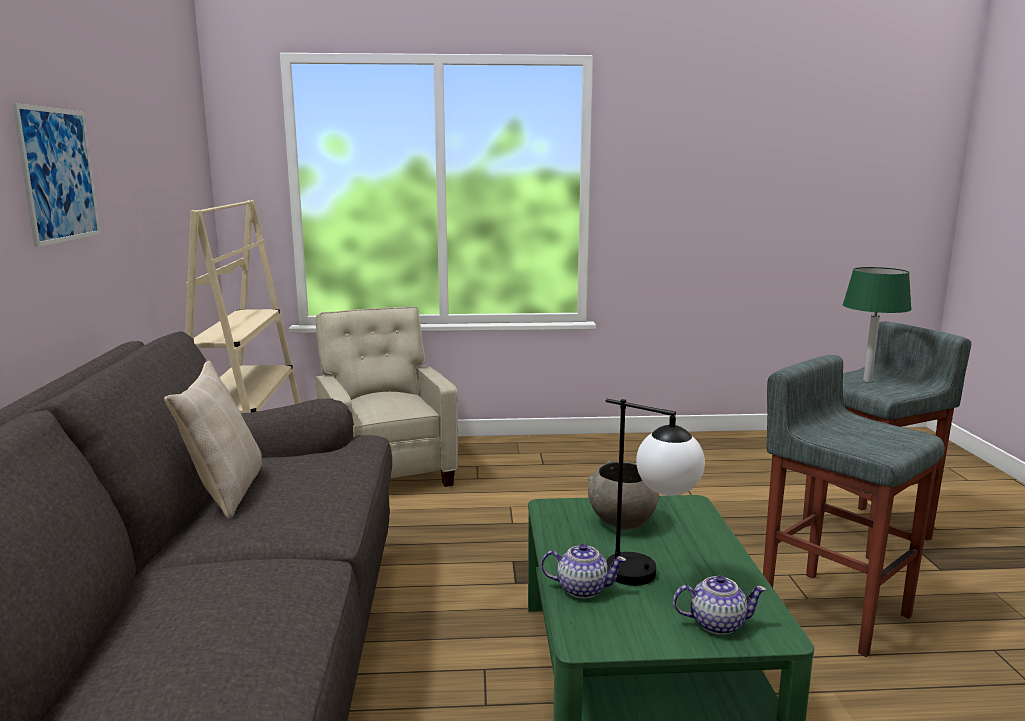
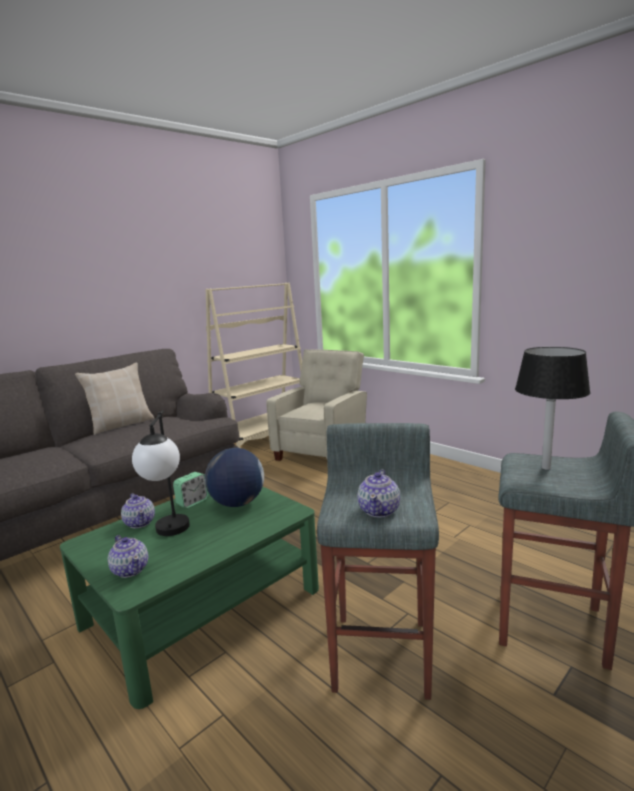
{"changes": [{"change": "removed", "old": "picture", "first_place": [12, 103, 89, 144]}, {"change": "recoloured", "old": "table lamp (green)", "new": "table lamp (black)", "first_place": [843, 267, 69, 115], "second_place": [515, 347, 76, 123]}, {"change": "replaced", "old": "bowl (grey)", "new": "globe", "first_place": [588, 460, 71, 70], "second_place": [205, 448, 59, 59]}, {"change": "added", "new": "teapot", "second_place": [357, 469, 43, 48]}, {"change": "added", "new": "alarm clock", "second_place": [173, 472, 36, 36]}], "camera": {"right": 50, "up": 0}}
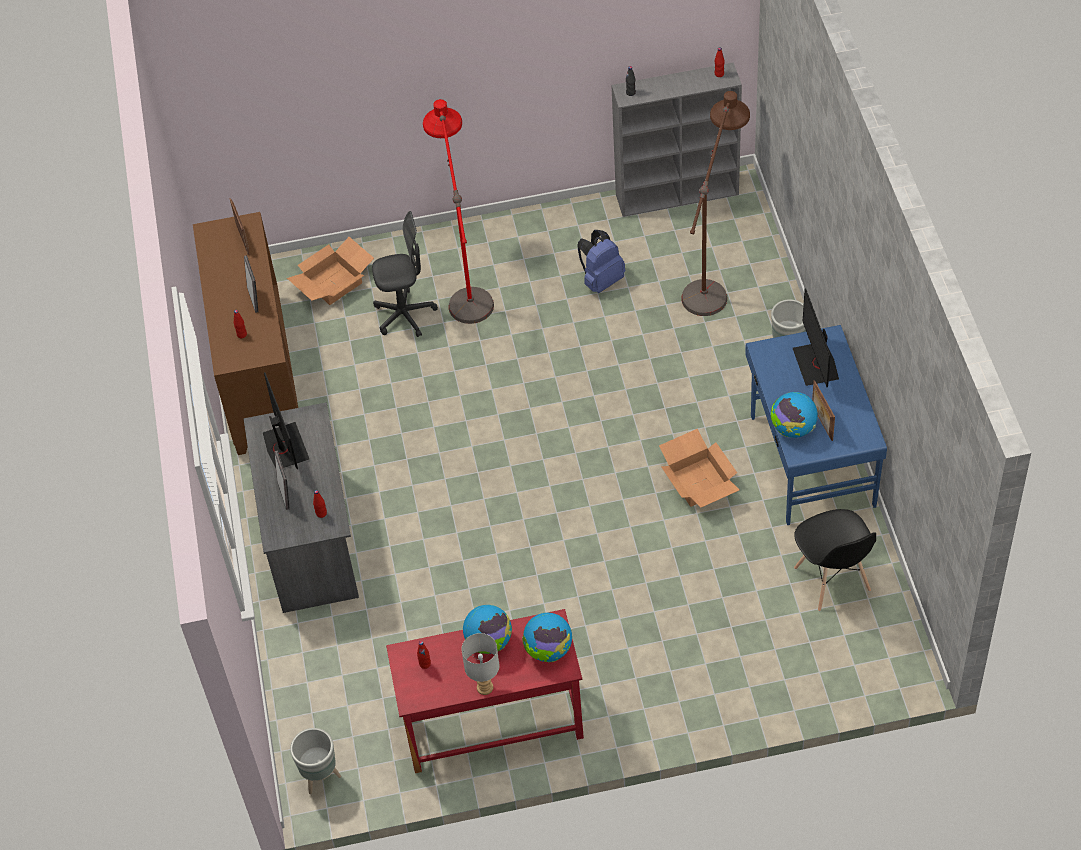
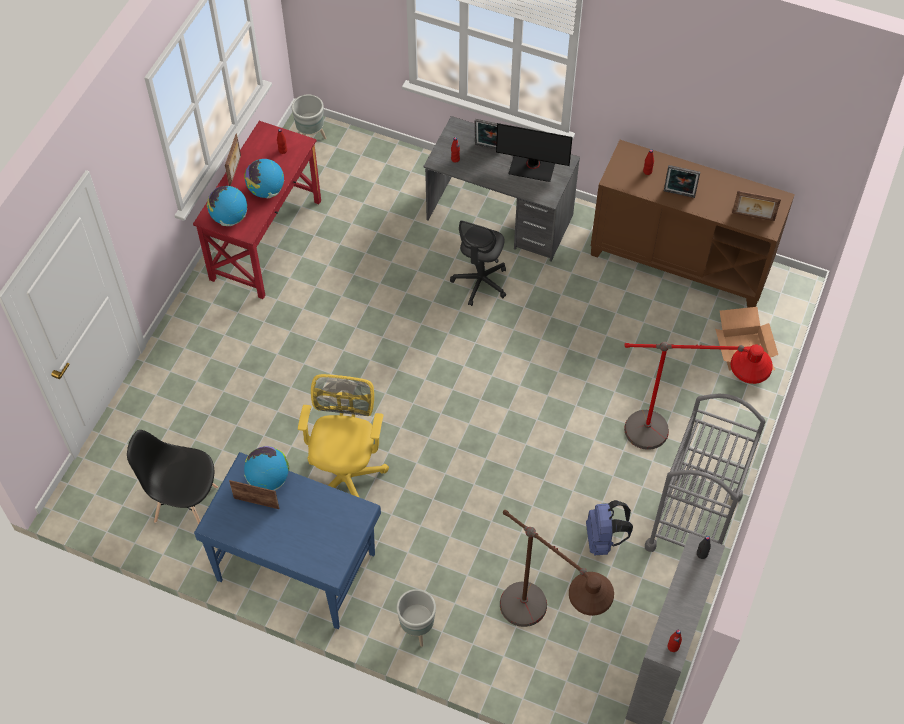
{"changes": [{"change": "moved", "old": "office chair (grey)", "first_place": [372, 211, 66, 126], "second_place": [450, 220, 56, 86]}, {"change": "removed", "old": "monitor", "first_place": [793, 289, 46, 98]}, {"change": "replaced", "old": "cardboard box", "new": "office chair (yellow)", "first_place": [659, 429, 81, 79], "second_place": [298, 374, 91, 124]}, {"change": "replaced", "old": "table lamp (grey)", "new": "picture frame", "first_place": [461, 633, 38, 62], "second_place": [225, 133, 16, 53]}, {"change": "added", "new": "cart (grey)", "second_place": [645, 393, 120, 159]}], "camera": {"right": 120, "up": 5}}
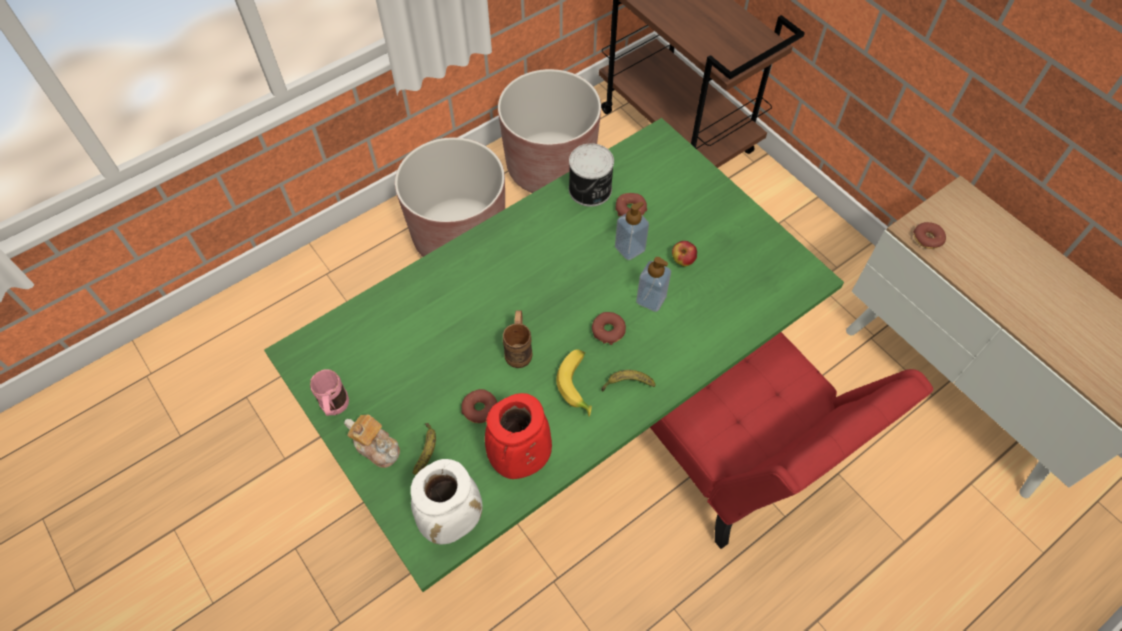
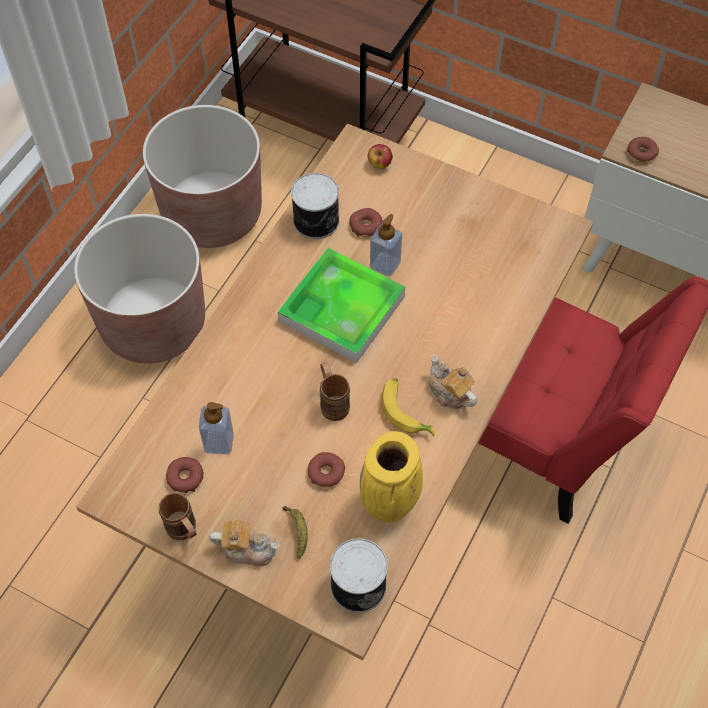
{"changes": [{"change": "recoloured", "old": "dining table (green)", "new": "dining table (brown)", "first_place": [264, 118, 580, 474], "second_place": [76, 123, 518, 538]}, {"change": "moved", "old": "apple", "first_place": [672, 241, 25, 26], "second_place": [368, 144, 25, 25]}, {"change": "moved", "old": "soap dispenser", "first_place": [636, 257, 35, 55], "second_place": [199, 402, 35, 53]}, {"change": "moved", "old": "donut", "first_place": [592, 312, 34, 33], "second_place": [166, 457, 38, 36]}, {"change": "recoloured", "old": "mug (pink)", "new": "mug (brown)", "first_place": [310, 369, 39, 47], "second_place": [159, 493, 38, 47]}, {"change": "replaced", "old": "banana", "new": "teapot", "first_place": [601, 370, 54, 21], "second_place": [429, 355, 48, 54]}, {"change": "recoloured", "old": "vase (red)", "new": "vase (yellow)", "first_place": [485, 393, 67, 86], "second_place": [360, 431, 63, 91]}, {"change": "replaced", "old": "vase (white)", "new": "can", "first_place": [410, 459, 73, 86], "second_place": [330, 538, 58, 75]}, {"change": "added", "new": "tray", "second_place": [278, 248, 127, 115]}], "camera": {"right": -25, "up": 0}}
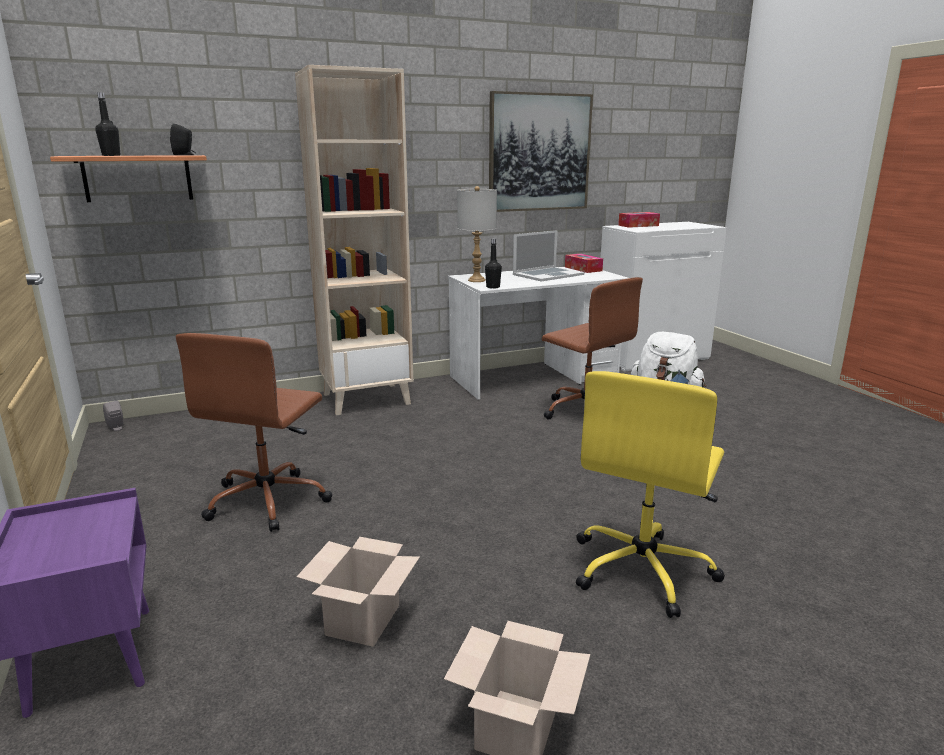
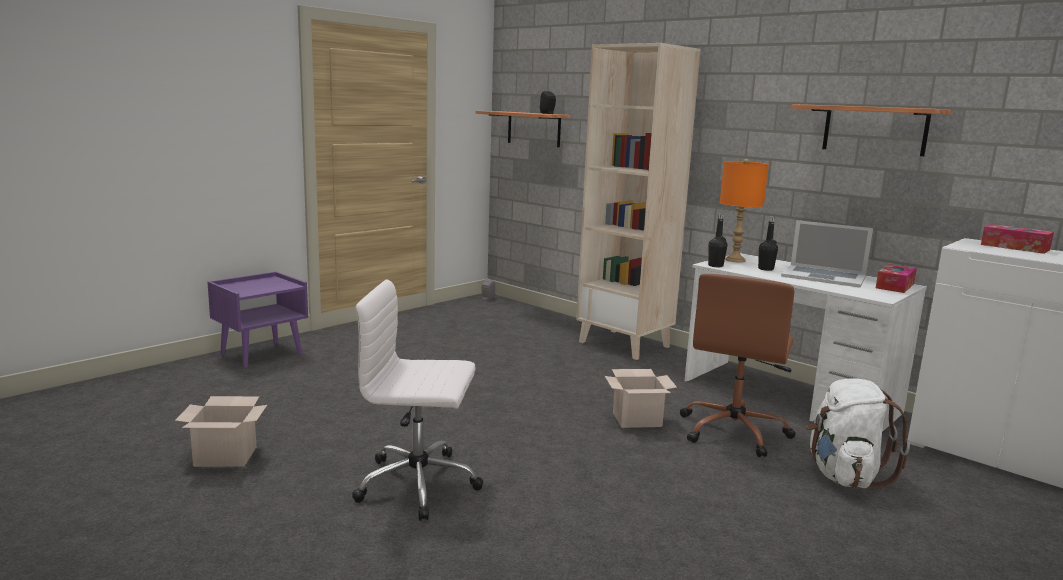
{"changes": [{"change": "replaced", "old": "picture", "new": "shelf", "first_place": [489, 91, 104, 121], "second_place": [792, 104, 159, 52]}, {"change": "moved", "old": "bottle (black)", "first_place": [95, 92, 25, 64], "second_place": [758, 216, 20, 55]}, {"change": "recoloured", "old": "table lamp (grey)", "new": "table lamp (orange)", "first_place": [457, 186, 40, 96], "second_place": [720, 159, 49, 104]}, {"change": "removed", "old": "office chair (brown)", "first_place": [176, 333, 157, 199]}, {"change": "recoloured", "old": "office chair (yellow)", "new": "office chair (white)", "first_place": [576, 371, 149, 247], "second_place": [352, 279, 132, 242]}, {"change": "moved", "old": "cardboard box", "first_place": [297, 537, 123, 110], "second_place": [605, 369, 72, 59]}], "camera": {"right": 65, "up": -5}}
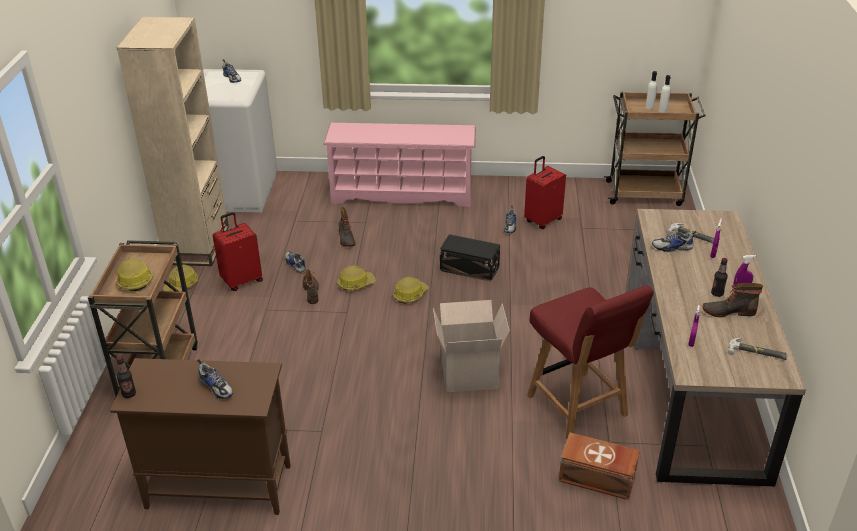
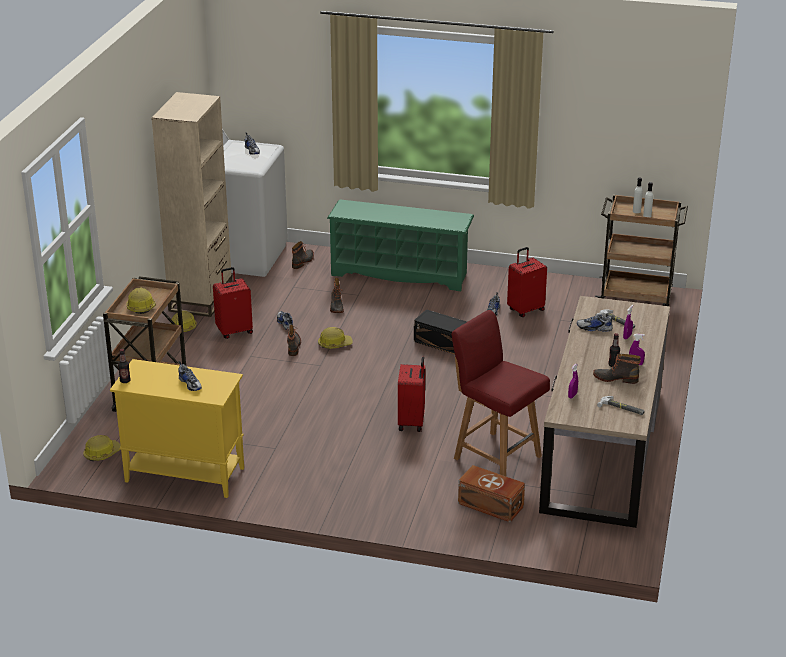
{"changes": [{"change": "recoloured", "old": "shoe rack (pink)", "new": "shoe rack (green)", "first_place": [323, 123, 153, 84], "second_place": [327, 199, 147, 92]}, {"change": "moved", "old": "hard hat", "first_place": [393, 277, 35, 27], "second_place": [83, 435, 38, 26]}, {"change": "turned", "old": "chair (red)", "first_place": [527, 285, 127, 154], "second_place": [451, 310, 99, 166], "degrees": 150}, {"change": "replaced", "old": "cardboard box", "new": "suitcase (red)", "first_place": [433, 300, 77, 92], "second_place": [398, 357, 27, 75]}, {"change": "recoloured", "old": "cabinet (brown)", "new": "cabinet (yellow)", "first_place": [110, 358, 181, 157], "second_place": [110, 359, 134, 139]}, {"change": "added", "new": "boot", "second_place": [292, 241, 22, 28]}], "camera": {"right": 10, "up": -5}}
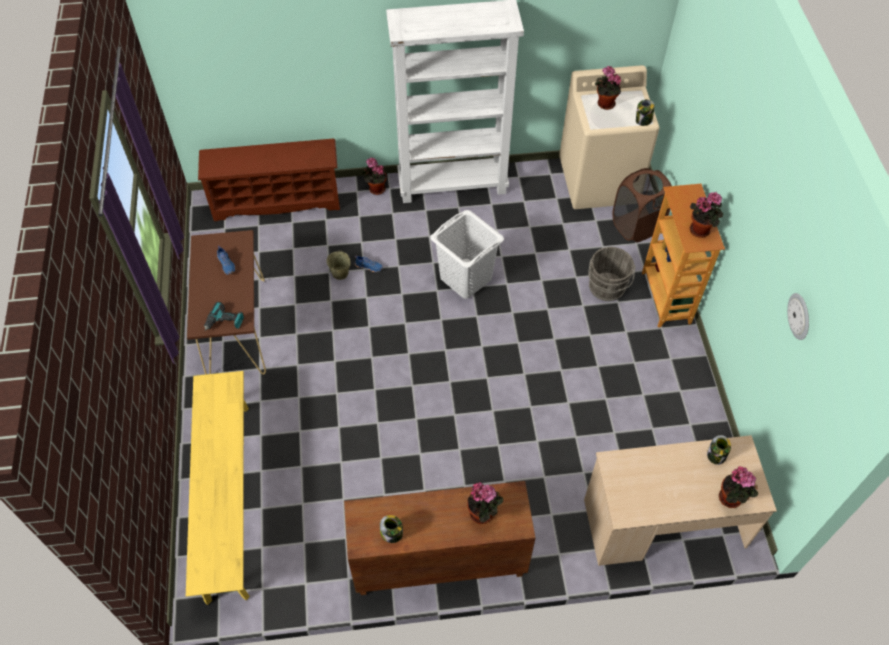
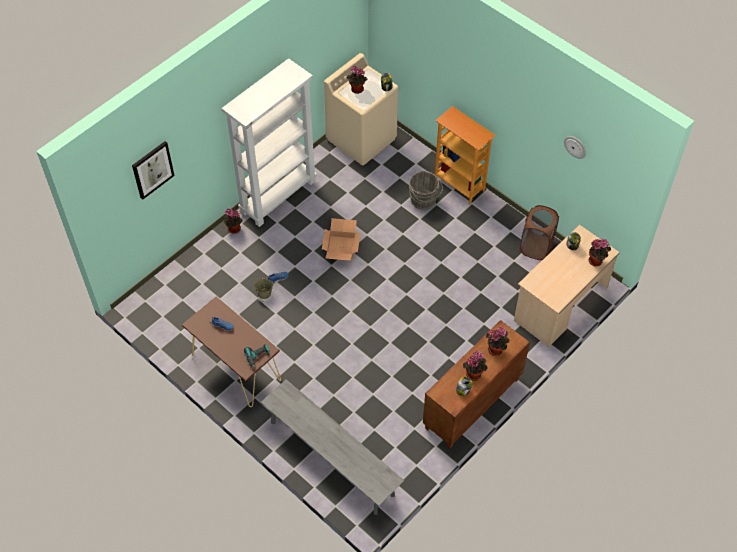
{"changes": [{"change": "removed", "old": "shoe rack (brown)", "first_place": [198, 139, 142, 82]}, {"change": "moved", "old": "laundry basket (brown)", "first_place": [613, 168, 59, 74], "second_place": [520, 205, 39, 55]}, {"change": "moved", "old": "potted plant", "first_place": [690, 192, 33, 46], "second_place": [463, 351, 25, 30]}, {"change": "replaced", "old": "laundry basket (white)", "new": "cardboard box", "first_place": [430, 210, 74, 89], "second_place": [322, 218, 39, 43]}, {"change": "recoloured", "old": "bench (yellow)", "new": "bench (grey)", "first_place": [186, 371, 64, 234], "second_place": [261, 379, 143, 136]}, {"change": "added", "new": "picture", "second_place": [132, 141, 43, 59]}], "camera": {"right": -40, "up": 0}}
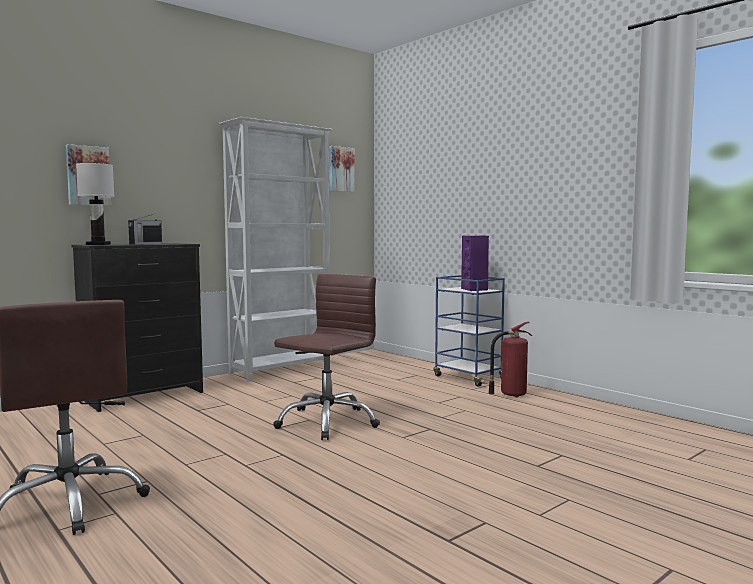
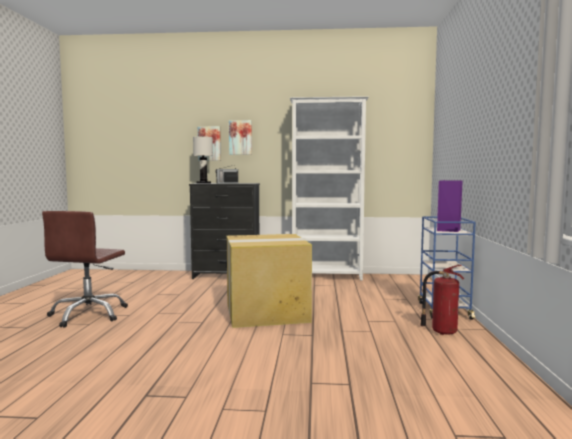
{"changes": [{"change": "moved", "old": "picture", "first_place": [329, 146, 26, 46], "second_place": [229, 120, 23, 35]}, {"change": "replaced", "old": "office chair (brown)", "new": "cardboard box", "first_place": [273, 274, 107, 166], "second_place": [227, 234, 85, 94]}], "camera": {"right": 45, "up": 0}}
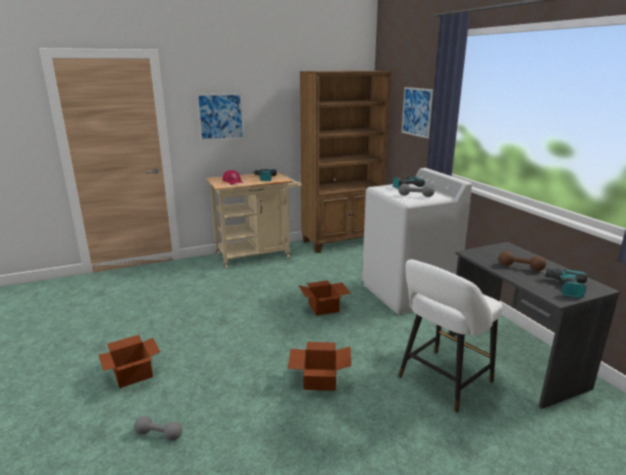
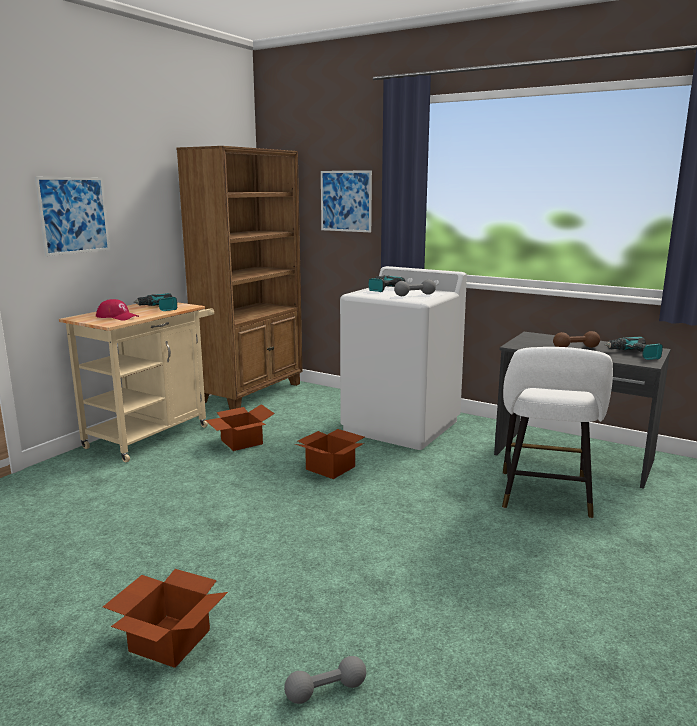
{"changes": [{"change": "moved", "old": "cardboard box", "first_place": [288, 342, 63, 49], "second_place": [205, 404, 70, 47]}], "camera": {"right": -35, "up": -5}}
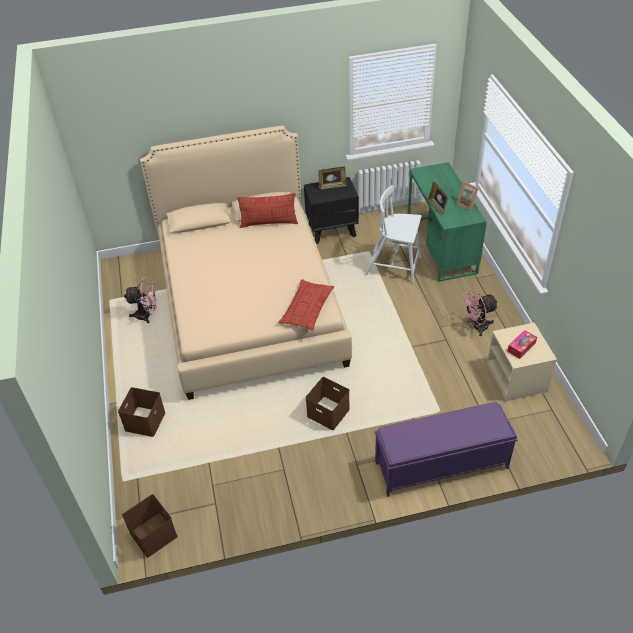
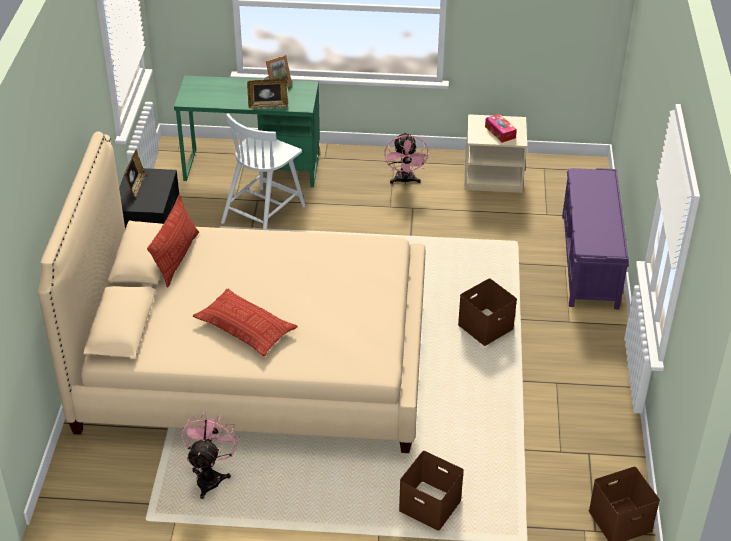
{"changes": [{"change": "moved", "old": "pillow", "first_place": [278, 279, 56, 52], "second_place": [193, 289, 105, 67]}], "camera": {"right": -75, "up": -5}}
